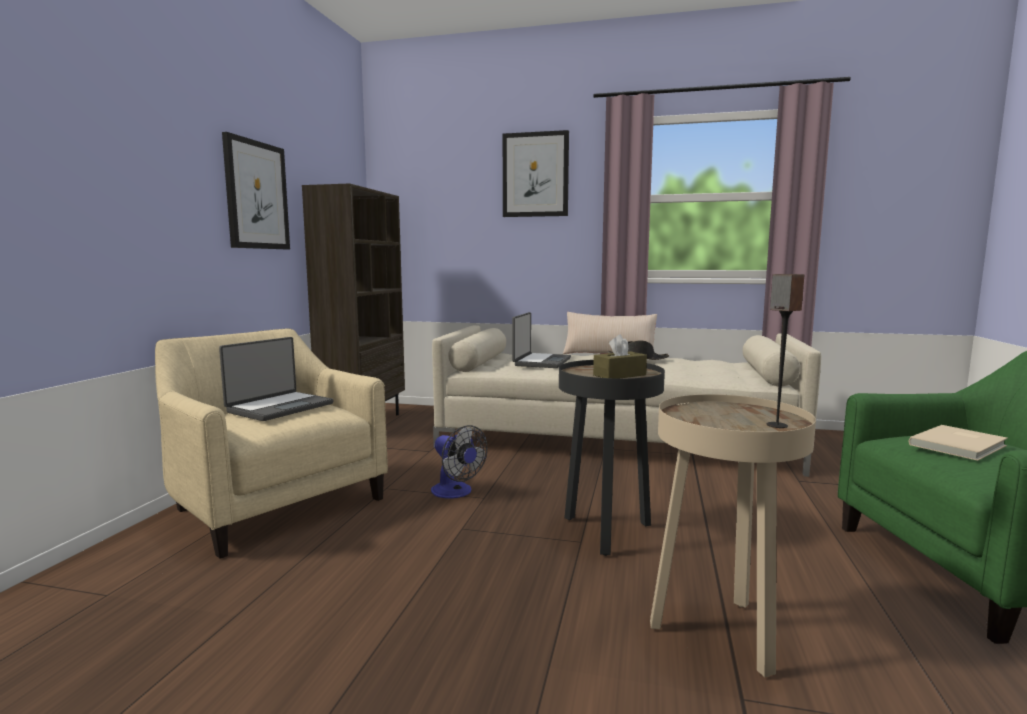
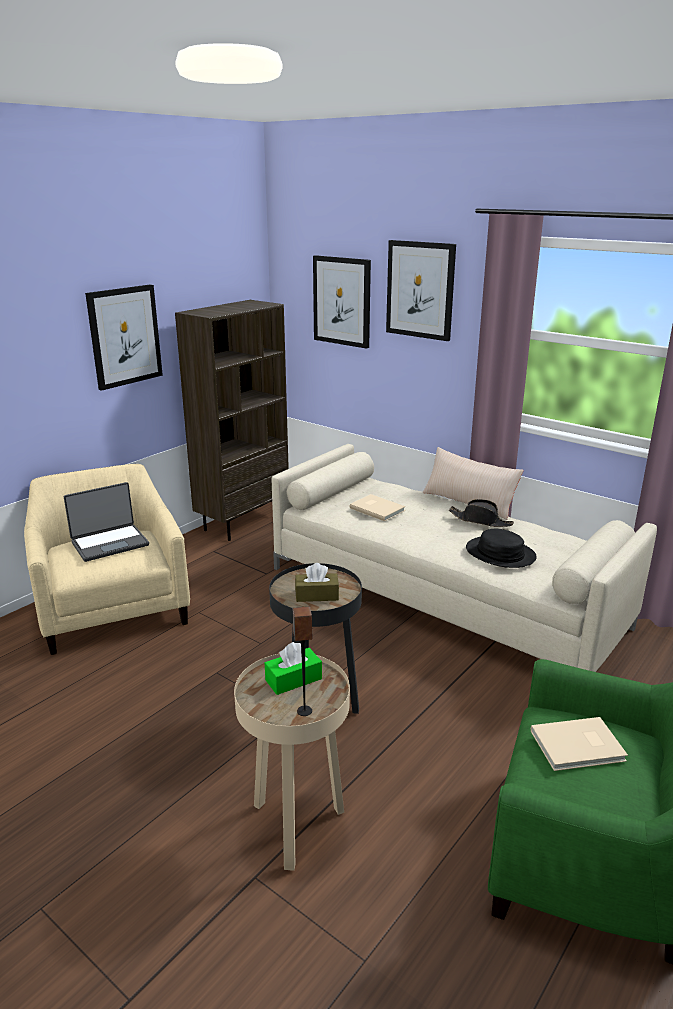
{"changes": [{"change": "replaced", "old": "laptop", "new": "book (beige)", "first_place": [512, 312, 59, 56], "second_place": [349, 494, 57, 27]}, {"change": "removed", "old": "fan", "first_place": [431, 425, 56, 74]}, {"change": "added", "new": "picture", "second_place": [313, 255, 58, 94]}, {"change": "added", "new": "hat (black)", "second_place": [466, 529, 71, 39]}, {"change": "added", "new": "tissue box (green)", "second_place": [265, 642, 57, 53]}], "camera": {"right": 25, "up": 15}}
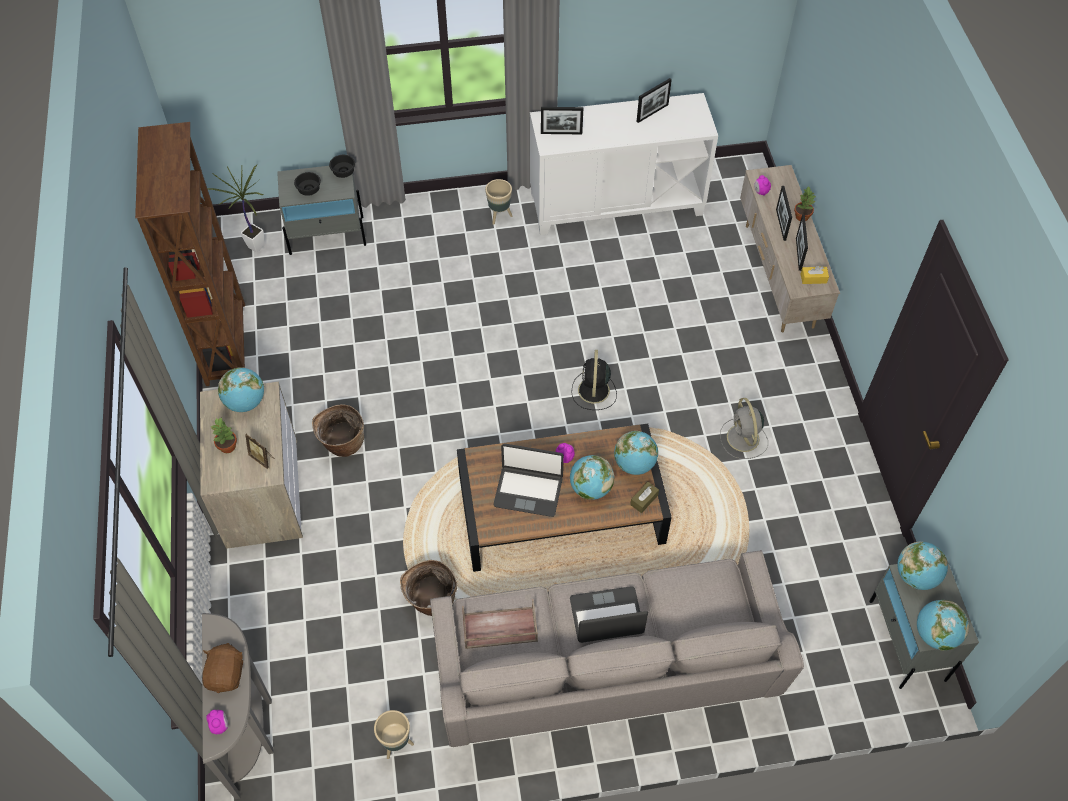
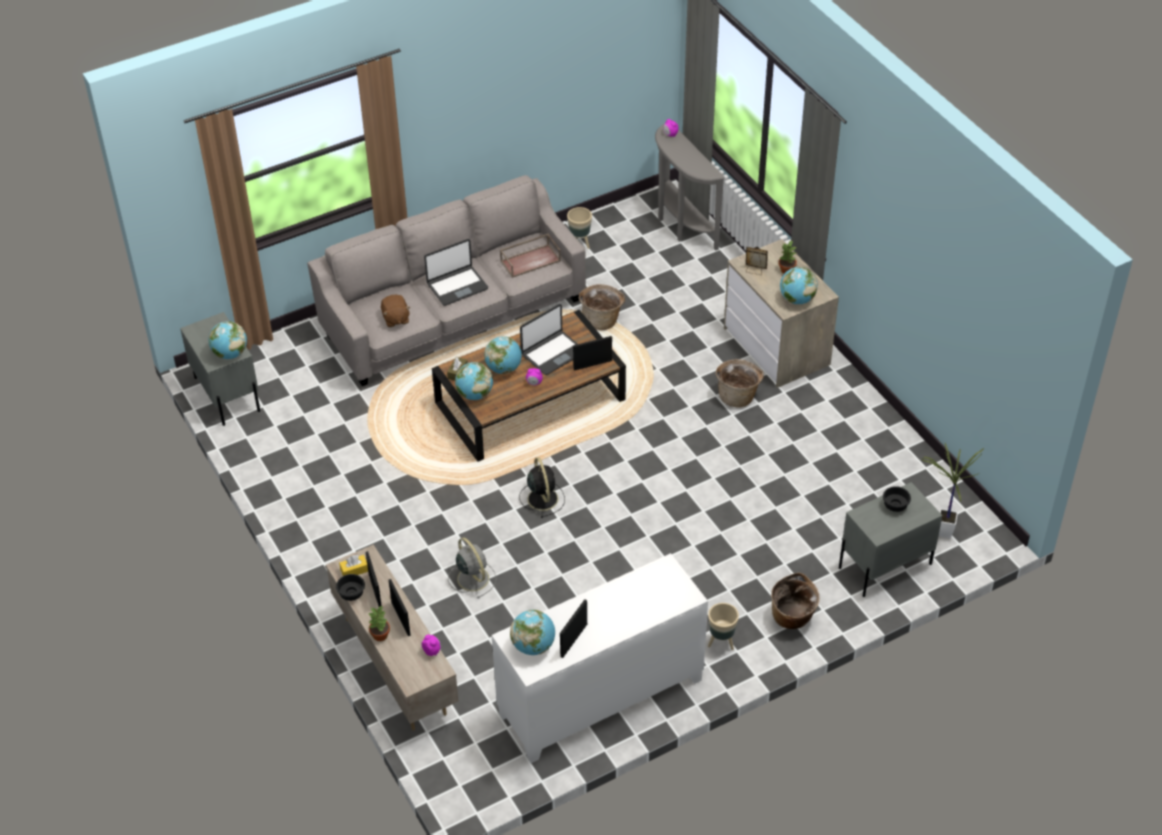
{"changes": [{"change": "moved", "old": "picture frame", "first_place": [541, 107, 42, 27], "second_place": [573, 336, 39, 35]}, {"change": "removed", "old": "bookcase (brown)", "first_place": [135, 122, 110, 264]}, {"change": "moved", "old": "bowl (black)", "first_place": [329, 155, 26, 23], "second_place": [336, 574, 29, 27]}, {"change": "moved", "old": "fan (grey)", "first_place": [720, 398, 48, 61], "second_place": [448, 538, 49, 61]}, {"change": "turned", "old": "laptop", "first_place": [494, 443, 70, 74], "second_place": [520, 304, 58, 71], "degrees": 150}, {"change": "moved", "old": "globe", "first_place": [917, 600, 52, 51], "second_place": [510, 610, 45, 45]}, {"change": "moved", "old": "plush toy (brown)", "first_place": [202, 643, 41, 50], "second_place": [381, 295, 30, 32]}, {"change": "added", "new": "basket", "second_place": [771, 573, 48, 56]}], "camera": {"right": 160, "up": -10}}
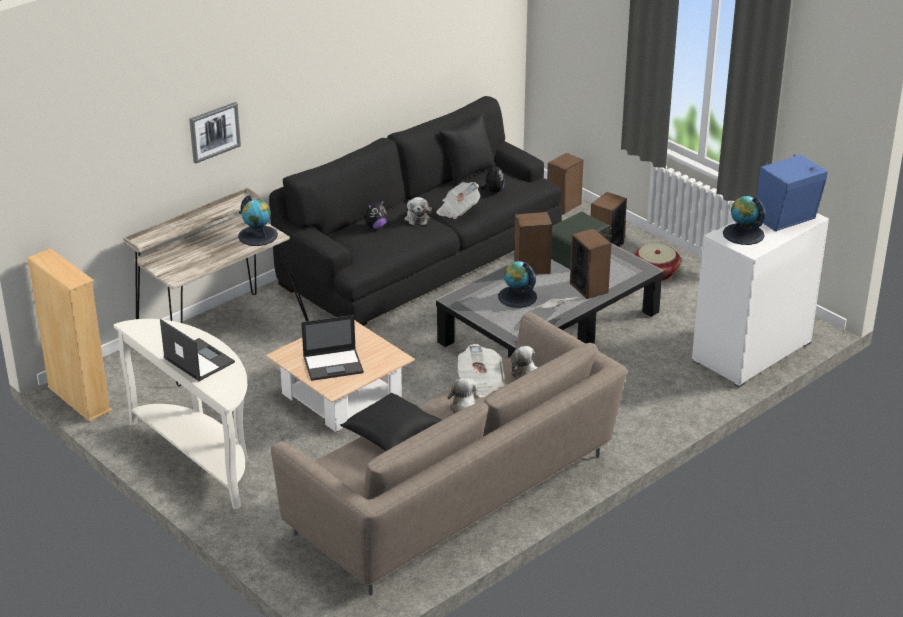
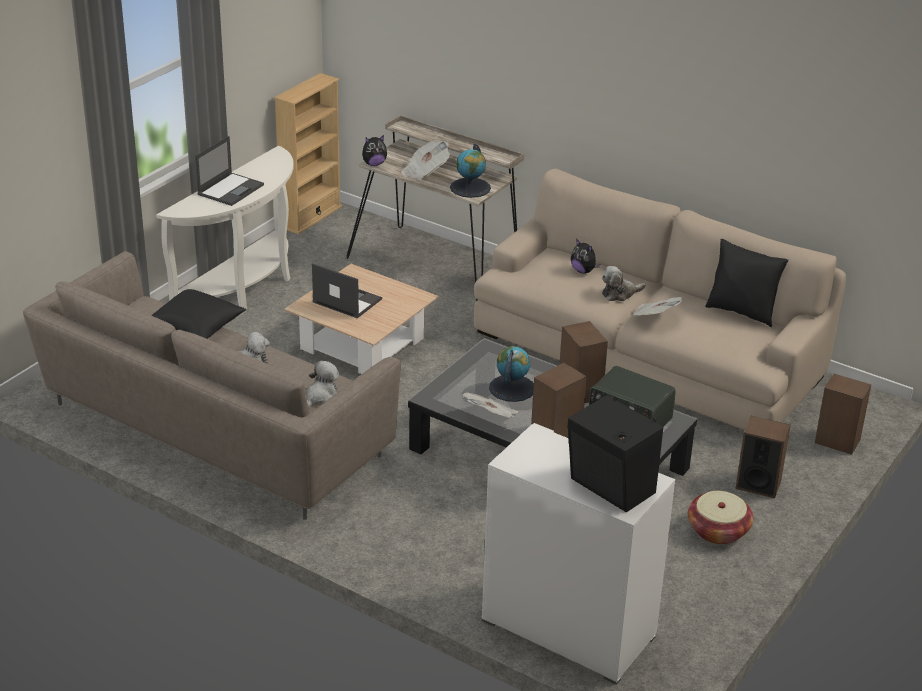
{"changes": [{"change": "recoloured", "old": "sofa (black)", "new": "sofa (beige)", "first_place": [269, 96, 293, 230], "second_place": [474, 169, 372, 262]}, {"change": "removed", "old": "picture", "first_place": [189, 102, 52, 62]}, {"change": "recoloured", "old": "speaker (blue)", "new": "speaker (black)", "first_place": [757, 154, 71, 77], "second_place": [567, 395, 96, 117]}, {"change": "moved", "old": "plush toy", "first_place": [480, 162, 25, 31], "second_place": [362, 135, 25, 31]}, {"change": "removed", "old": "globe", "first_place": [723, 196, 43, 49]}, {"change": "turned", "old": "laptop", "first_place": [301, 315, 63, 66], "second_place": [312, 263, 70, 55], "degrees": 150}, {"change": "moved", "old": "newspaper", "first_place": [457, 344, 47, 54], "second_place": [401, 141, 49, 39]}], "camera": {"right": 75, "up": 0}}
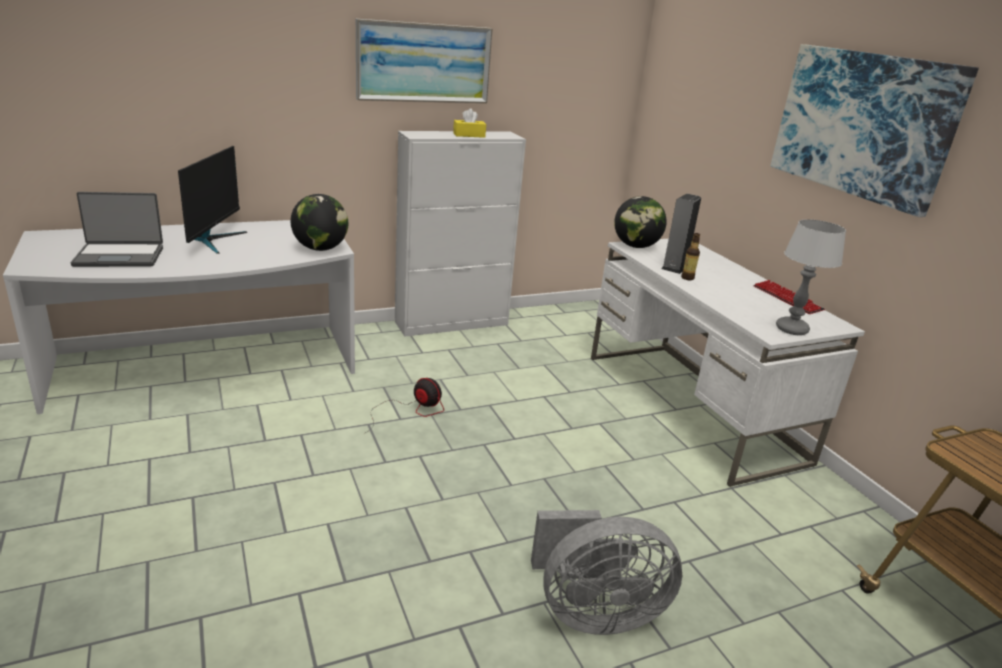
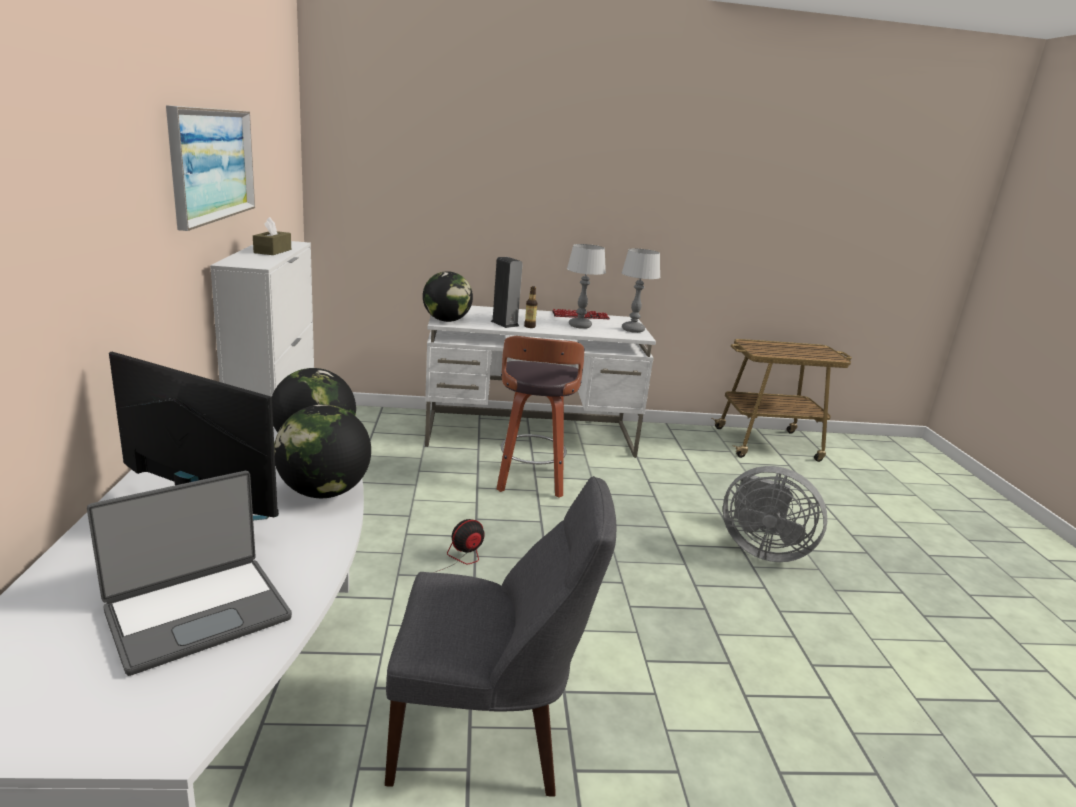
{"changes": [{"change": "removed", "old": "picture", "first_place": [770, 44, 209, 173]}, {"change": "recoloured", "old": "tissue box (yellow)", "new": "tissue box (brown)", "first_place": [453, 109, 33, 29], "second_place": [253, 217, 38, 38]}, {"change": "turned", "old": "laptop", "first_place": [71, 192, 92, 75], "second_place": [87, 471, 205, 205], "degrees": 45}, {"change": "turned", "old": "fan (grey)", "first_place": [531, 510, 151, 125], "second_place": [723, 466, 104, 96], "degrees": 105}, {"change": "added", "new": "table lamp", "second_place": [567, 244, 39, 85]}, {"change": "added", "new": "stool", "second_place": [497, 336, 87, 162]}, {"change": "added", "new": "globe", "second_place": [274, 404, 97, 94]}, {"change": "added", "new": "chair (grey)", "second_place": [385, 476, 231, 321]}], "camera": {"right": -70, "up": -5}}
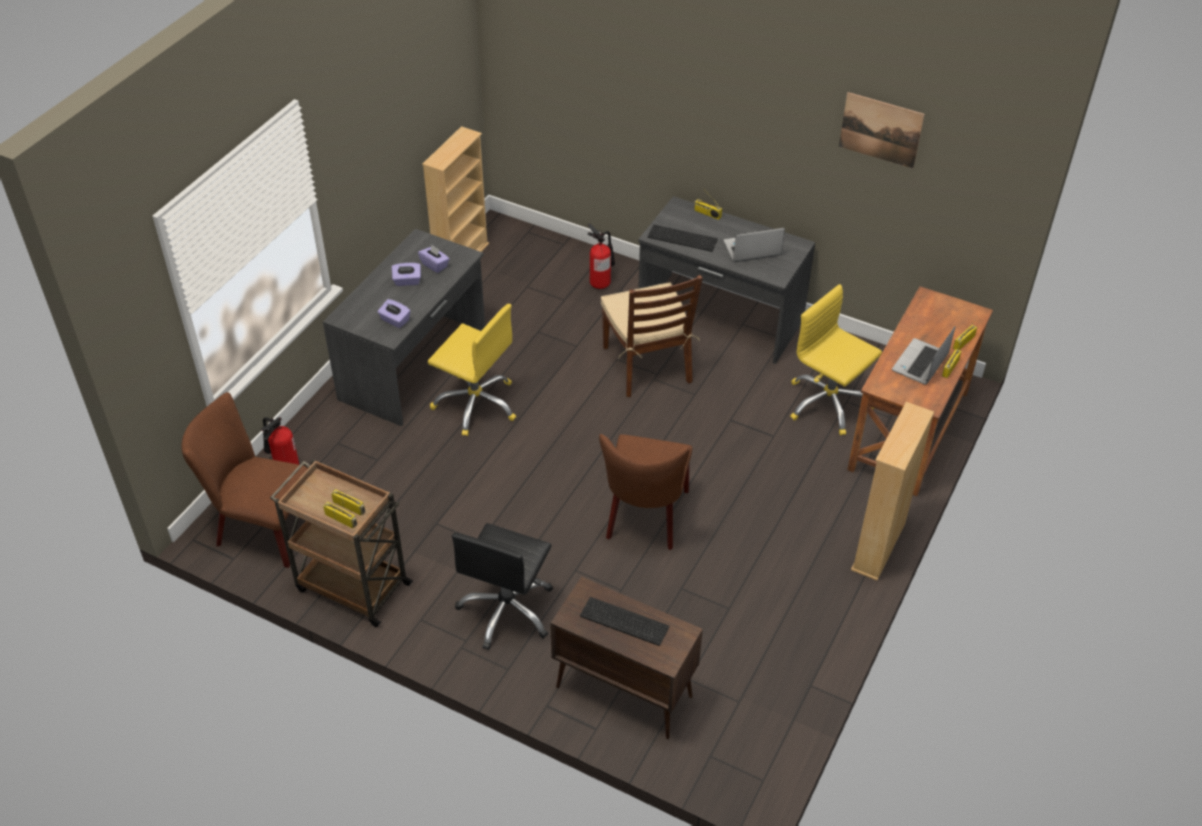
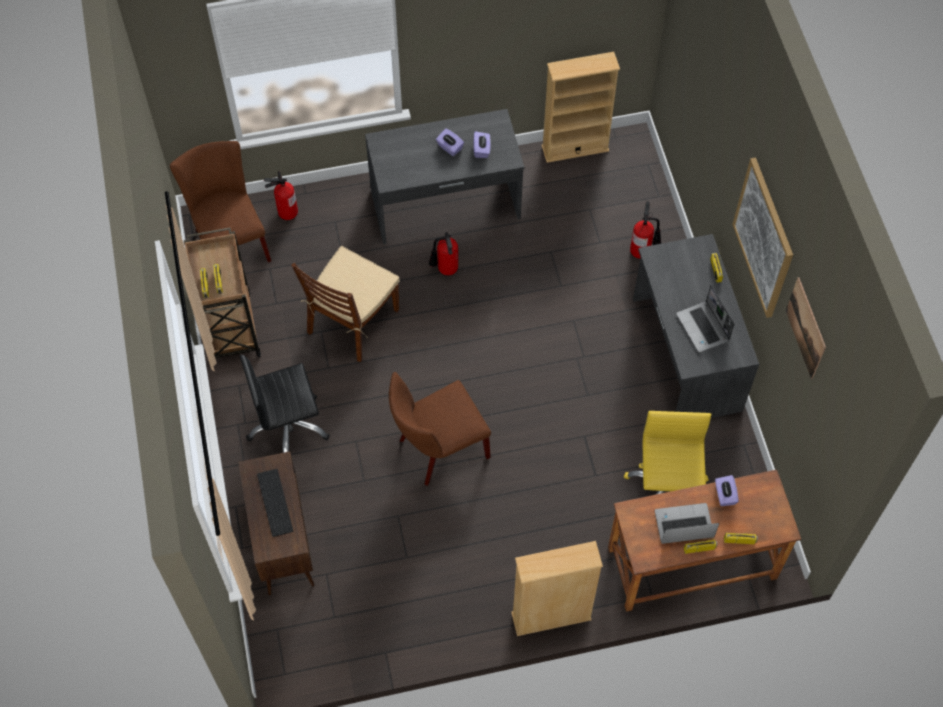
{"changes": [{"change": "removed", "old": "keyboard", "first_place": [648, 225, 70, 27]}, {"change": "turned", "old": "laptop", "first_place": [723, 228, 62, 34], "second_place": [676, 285, 58, 68], "degrees": -150}, {"change": "moved", "old": "chair (brown)", "first_place": [601, 275, 102, 122], "second_place": [291, 246, 109, 116]}, {"change": "moved", "old": "tissue box (purple)", "first_place": [378, 299, 33, 29], "second_place": [715, 475, 24, 31]}, {"change": "replaced", "old": "office chair (yellow)", "new": "fire extinguisher", "first_place": [428, 304, 88, 132], "second_place": [429, 232, 29, 44]}, {"change": "added", "new": "picture", "second_place": [733, 158, 60, 160]}], "camera": {"right": 50, "up": 15}}
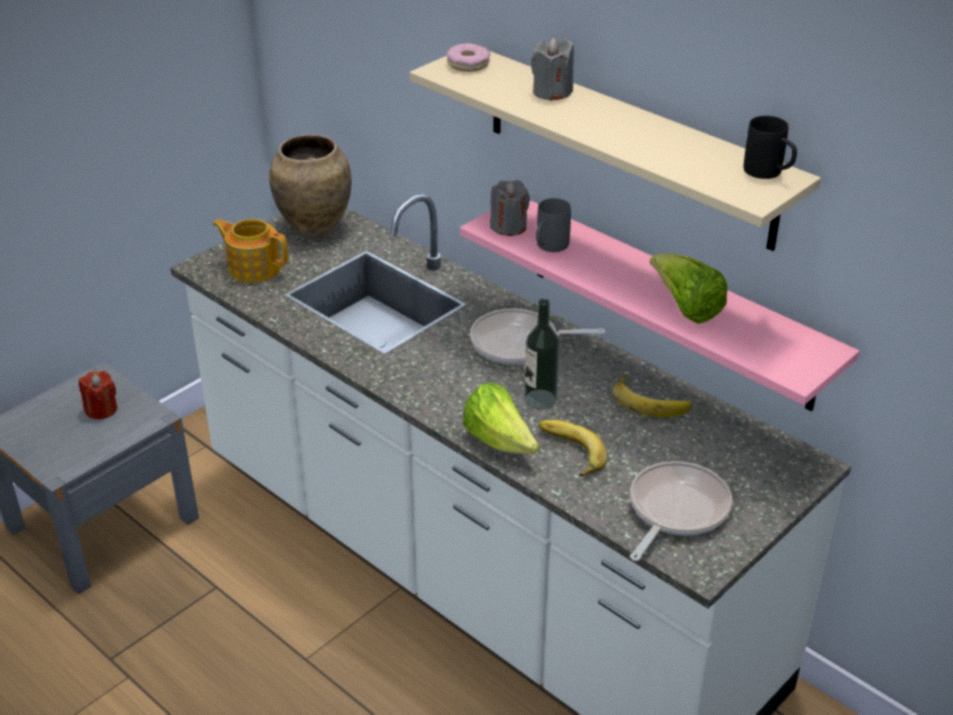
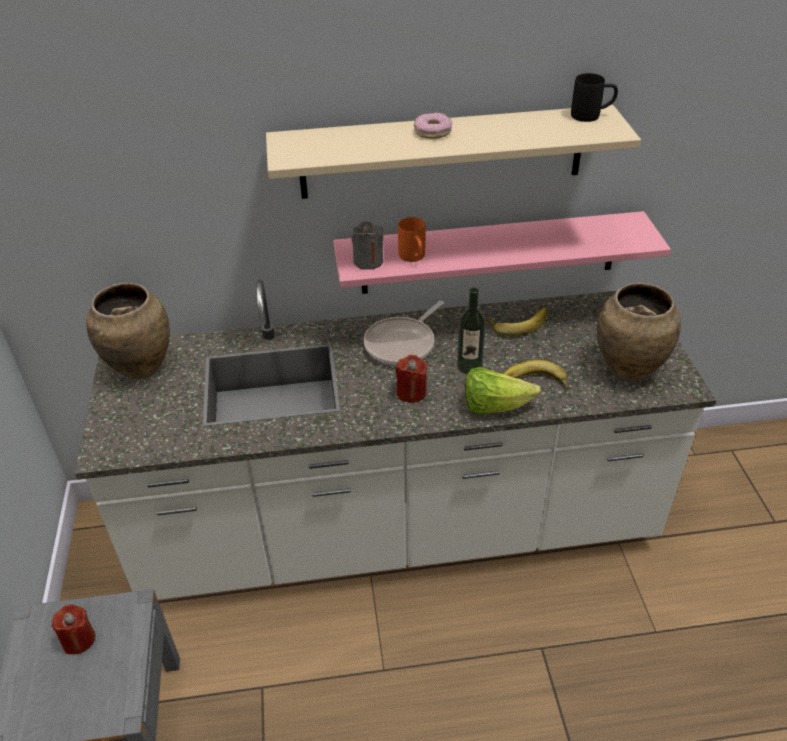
{"changes": [{"change": "removed", "old": "candle (grey)", "first_place": [531, 38, 43, 63]}, {"change": "moved", "old": "donut", "first_place": [447, 43, 44, 29], "second_place": [414, 113, 38, 26]}, {"change": "recoloured", "old": "mug (grey)", "new": "mug (orange)", "first_place": [536, 198, 35, 54], "second_place": [398, 217, 28, 45]}, {"change": "removed", "old": "teapot", "first_place": [213, 219, 75, 64]}, {"change": "removed", "old": "lettuce", "first_place": [650, 254, 78, 70]}, {"change": "replaced", "old": "frying pan", "new": "vase (brown)", "first_place": [630, 461, 102, 100], "second_place": [597, 282, 84, 99]}, {"change": "added", "new": "candle (red)", "second_place": [396, 355, 32, 48]}], "camera": {"right": -50, "up": 5}}
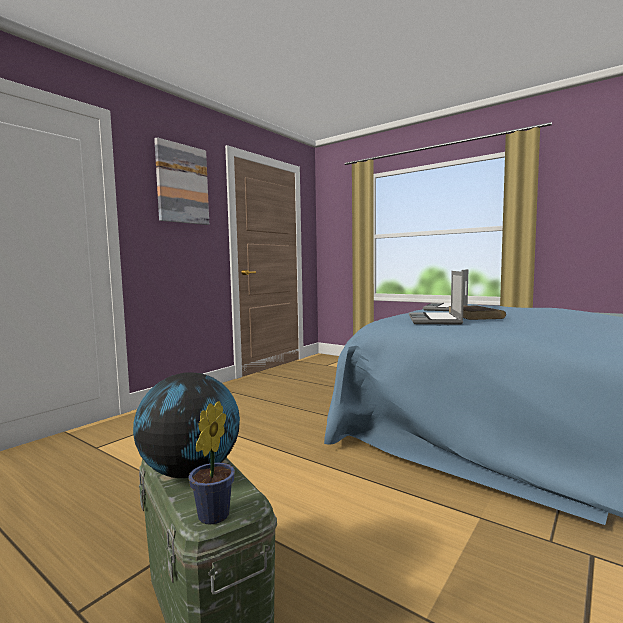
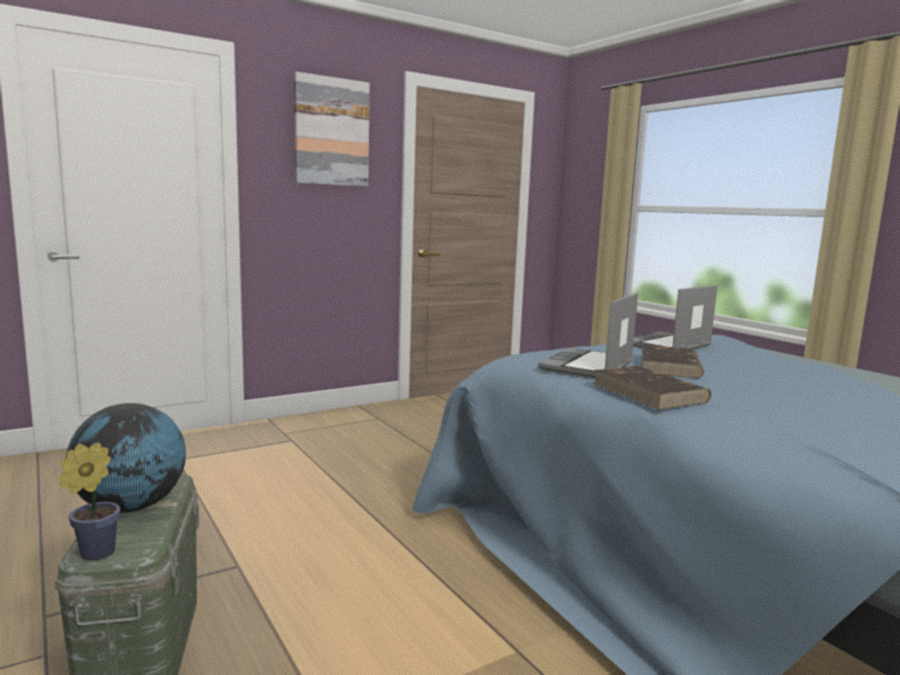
{"changes": [{"change": "added", "new": "book (brown)", "second_place": [594, 366, 117, 44]}], "camera": {"right": 20, "up": 5}}
